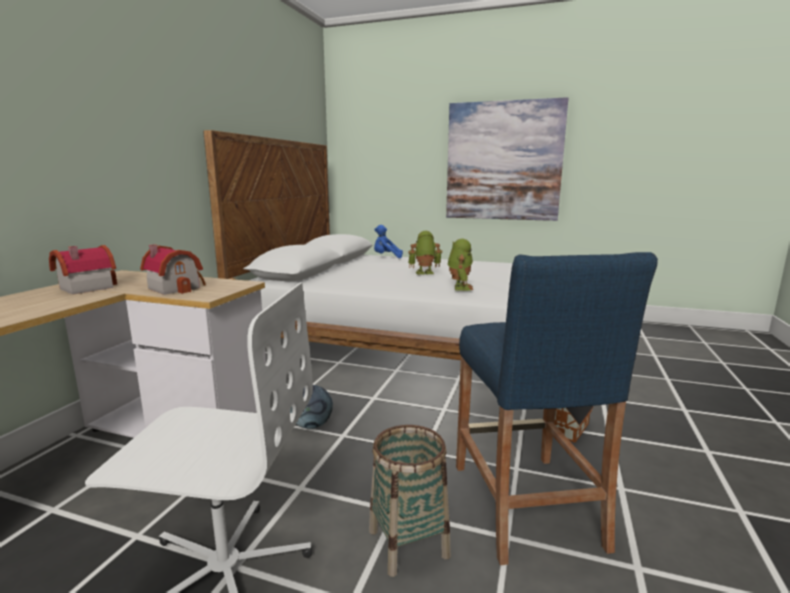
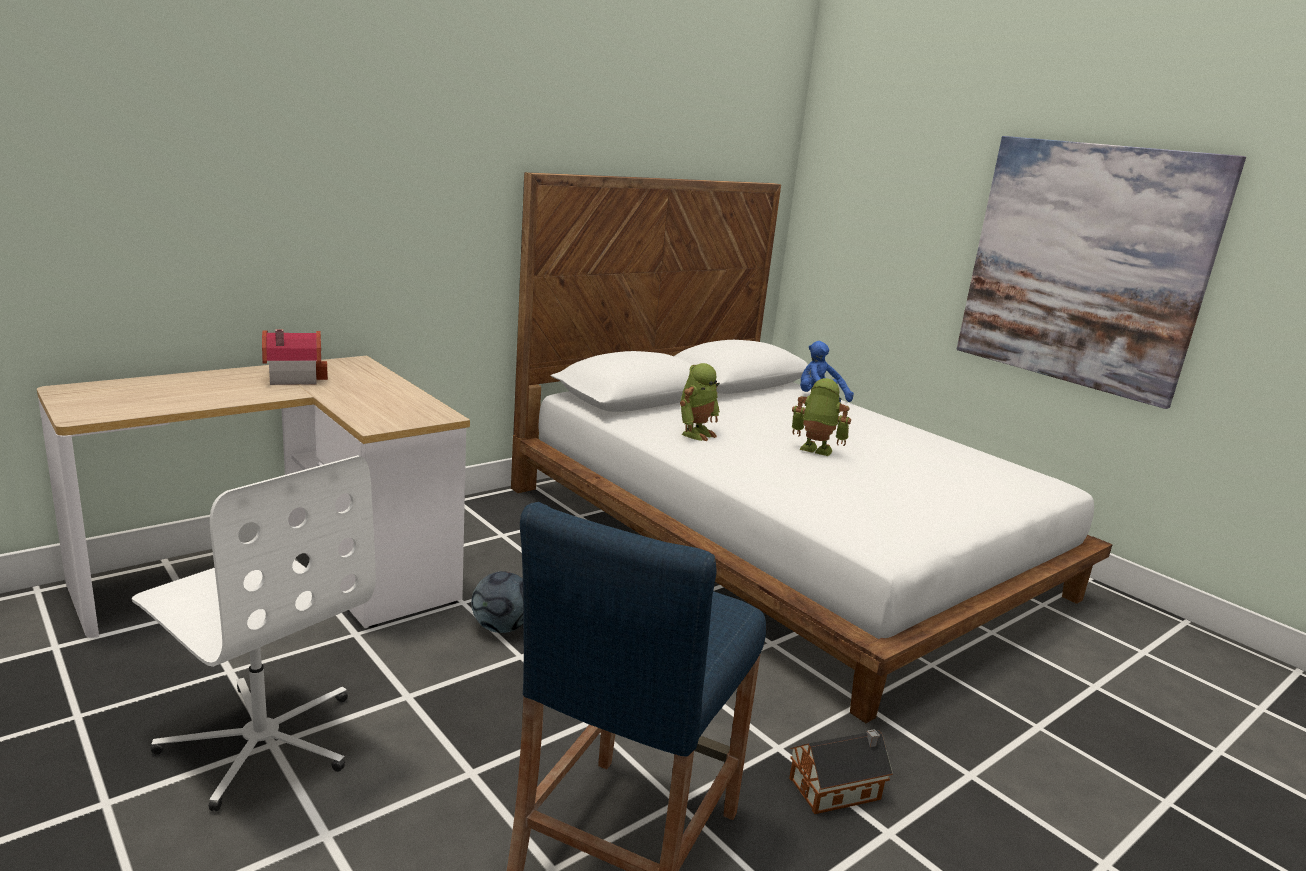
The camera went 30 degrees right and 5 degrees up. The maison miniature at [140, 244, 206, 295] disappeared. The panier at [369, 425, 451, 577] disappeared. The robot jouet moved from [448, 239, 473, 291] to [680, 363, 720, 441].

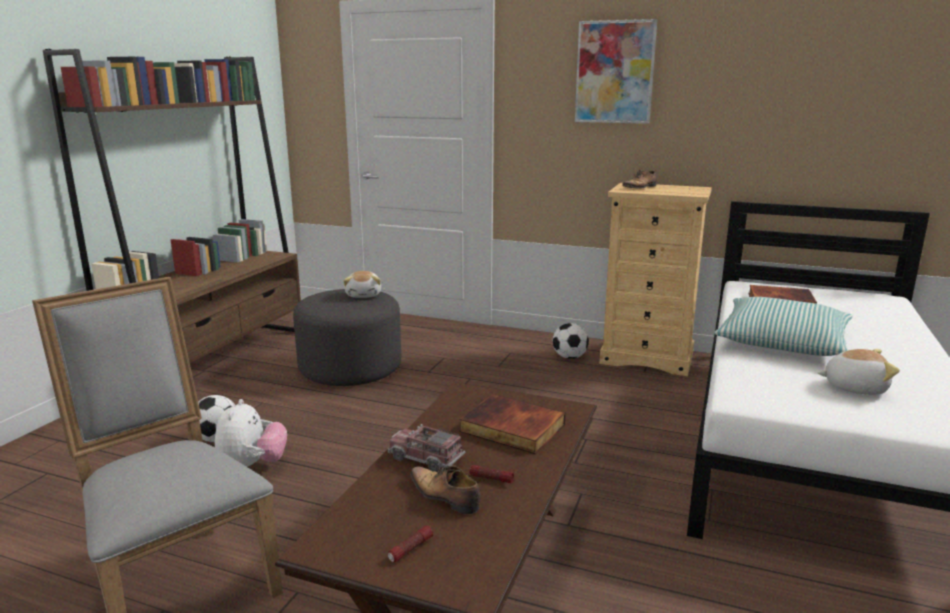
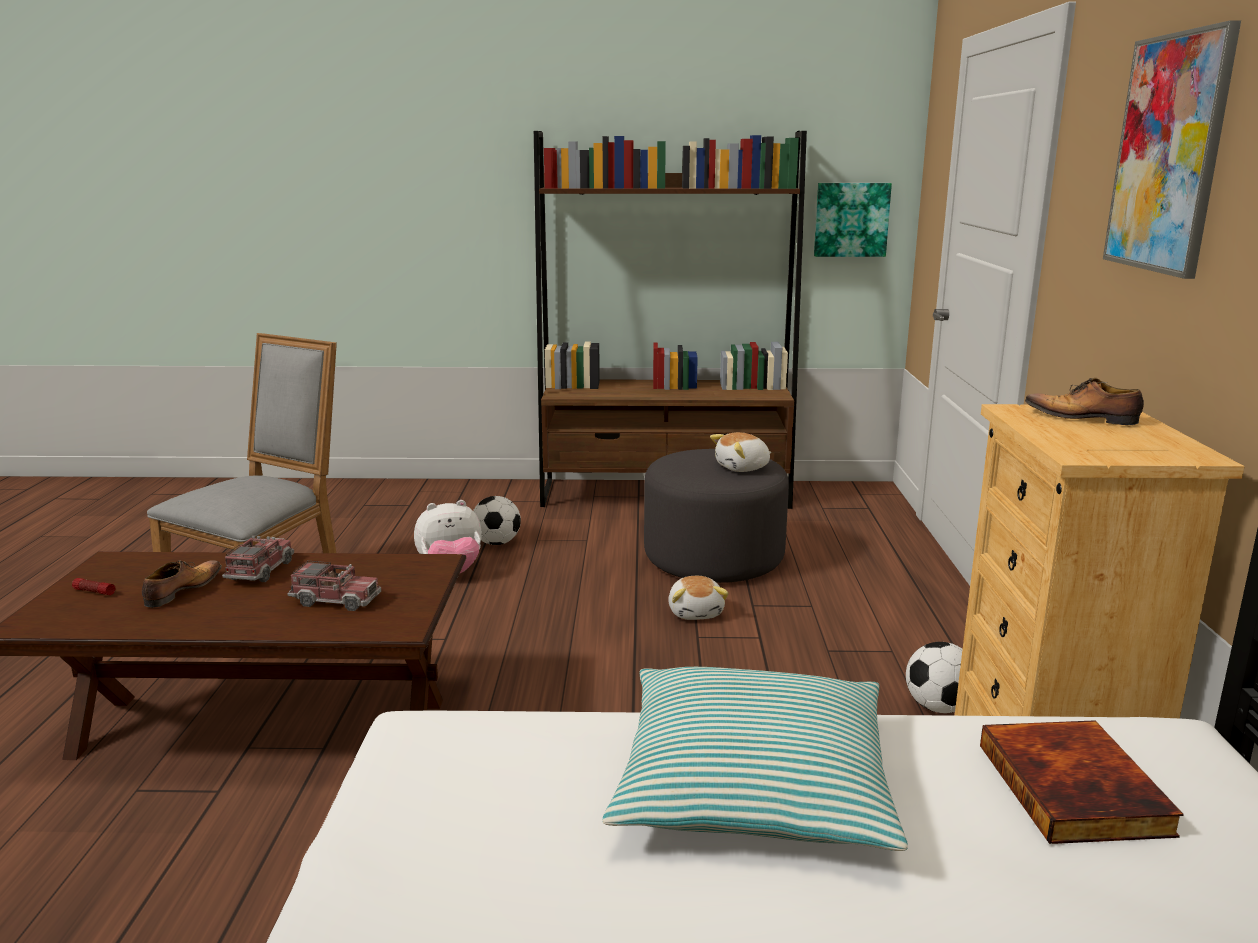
The camera went 70 degrees right and 0 degrees up. The lampe de poche at [469, 465, 514, 483] disappeared. The tableau at [814, 183, 892, 257] appeared. The peluche moved from [818, 349, 900, 395] to [668, 576, 729, 620]. The livre at [460, 394, 566, 454] was replaced by the camion jouet at [287, 561, 381, 611].

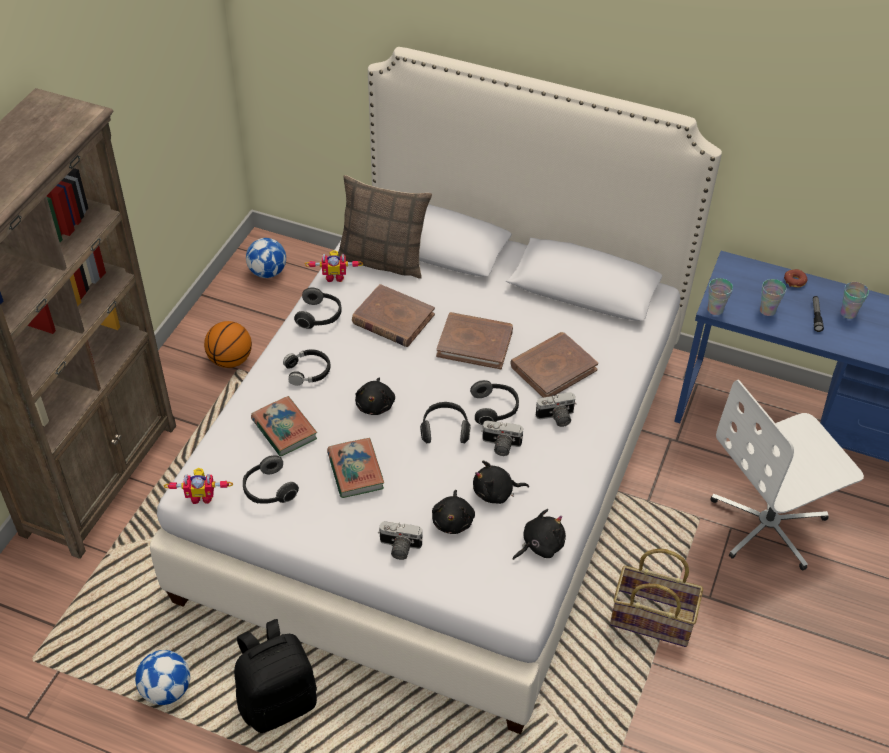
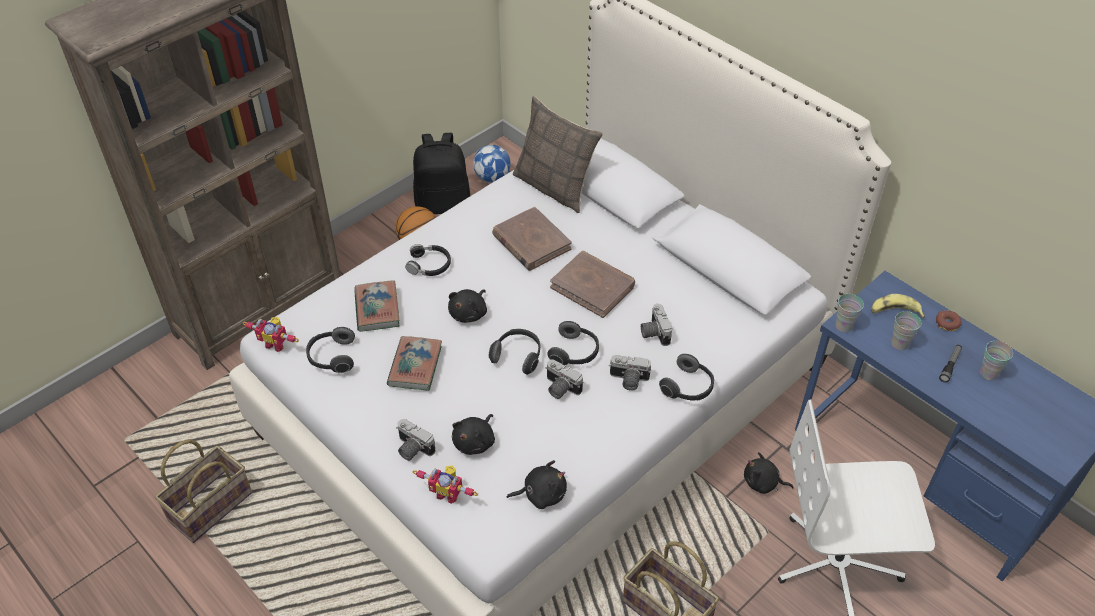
The camera went 25 degrees right and 0 degrees up. The banane at [871, 294, 925, 318] appeared. The sac à dos/noir moved from [234, 619, 317, 733] to [413, 133, 470, 214]. The casque audio moved from [294, 287, 342, 329] to [659, 354, 714, 401]. The robot jouet moved from [305, 250, 363, 282] to [413, 465, 478, 504]. The peluche/noir moved from [473, 460, 529, 504] to [744, 452, 794, 494]. The ballon de foot at [135, 650, 190, 705] was replaced by the panier at [155, 439, 252, 543]. The livre/marron at [510, 332, 598, 398] was replaced by the appareil photo at [641, 304, 672, 346].

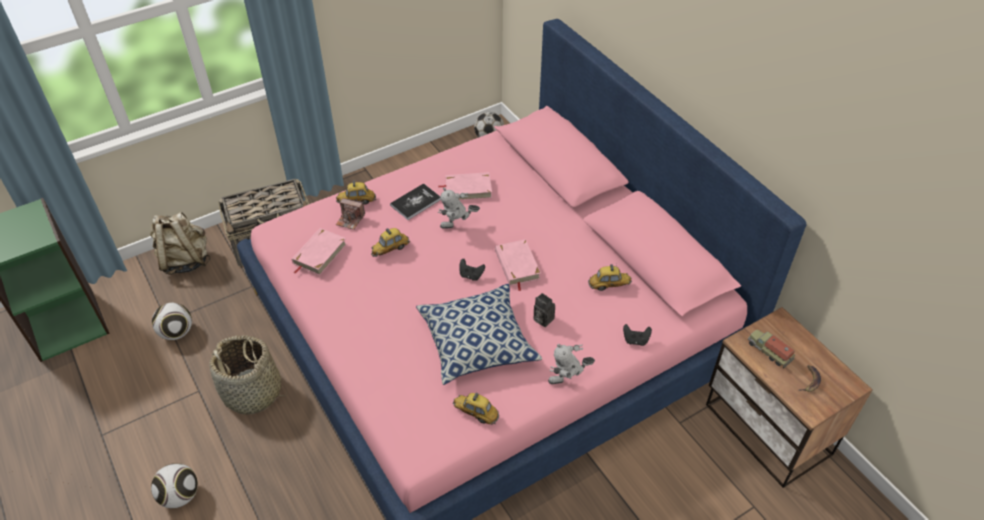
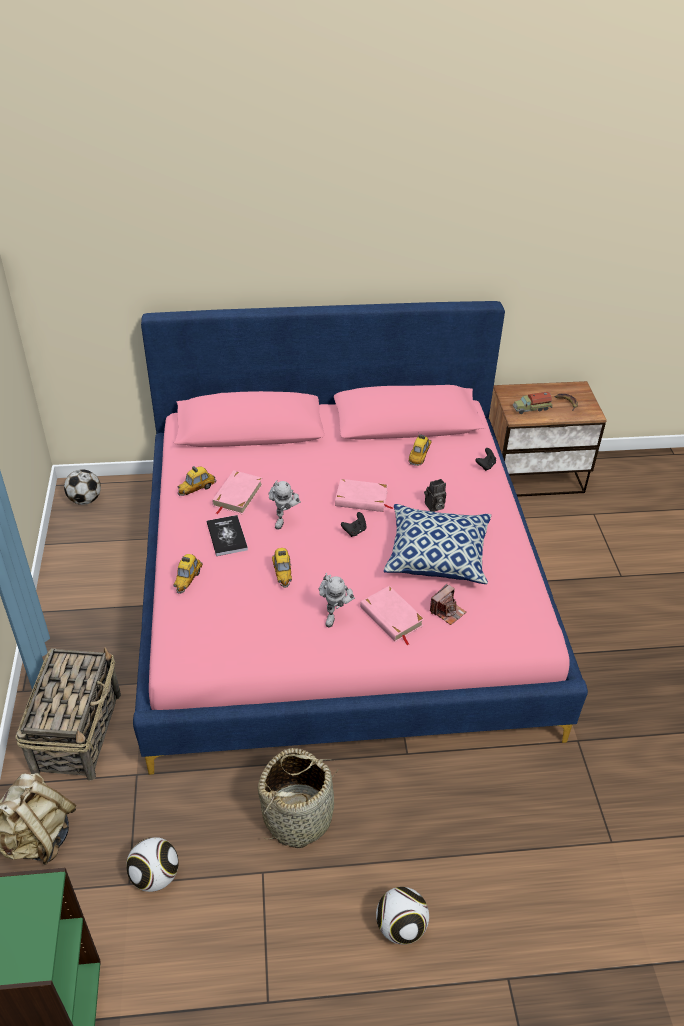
The camera went 65 degrees left and 5 degrees down. The livre/rose moved from [292, 228, 347, 276] to [360, 586, 424, 645]. The appareil photo moved from [336, 198, 365, 230] to [430, 584, 466, 625]. The petite voiture moved from [453, 393, 499, 425] to [177, 466, 217, 496]. The robot jouet moved from [548, 344, 595, 384] to [319, 573, 355, 627].

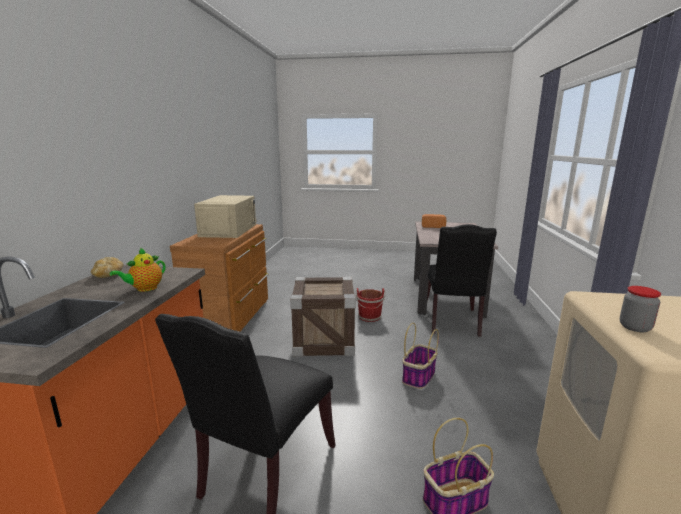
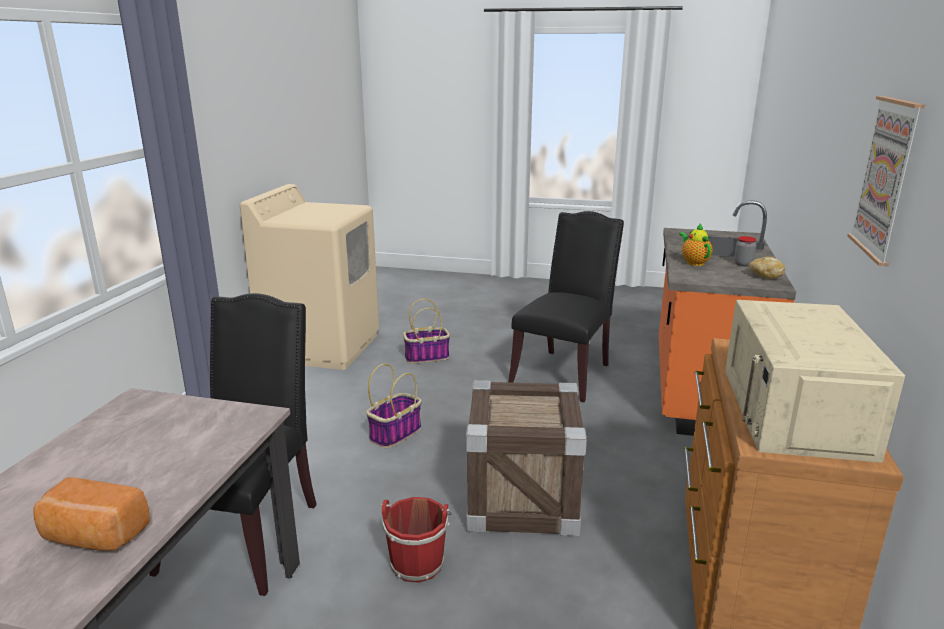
The camera went 175 degrees left and 5 degrees up. The tableau at [847, 96, 925, 266] appeared. The bocal moved from [620, 286, 661, 332] to [734, 236, 756, 266]. The théière at [110, 248, 166, 292] turned 60 degrees counterclockwise.

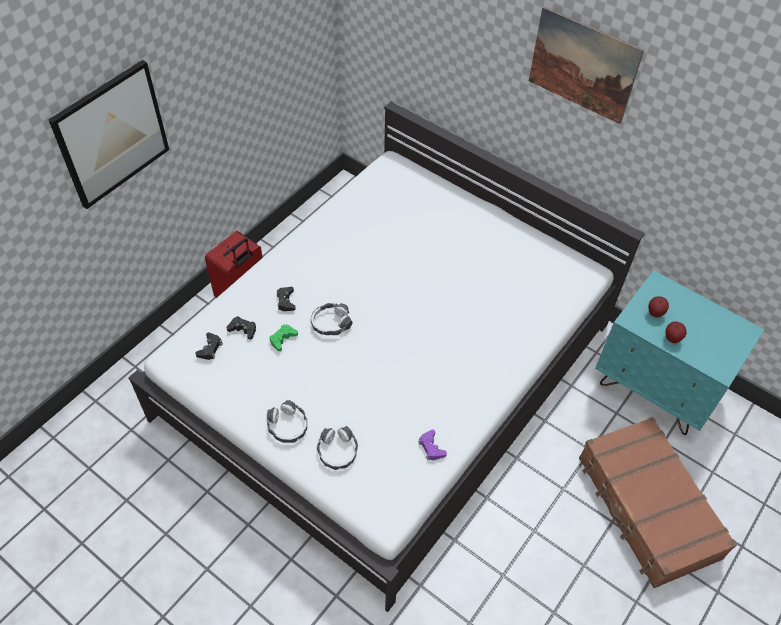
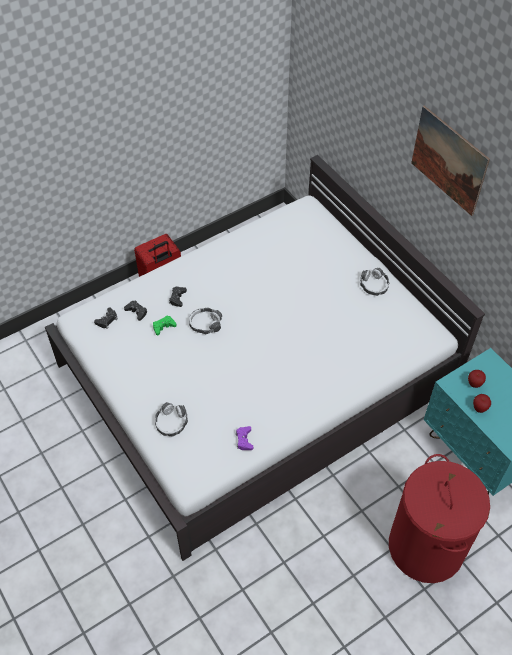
The camera went 20 degrees right and 0 degrees up. The tableau at [49, 60, 169, 209] disappeared. The casque audio moved from [267, 400, 307, 443] to [360, 268, 389, 296]. The valise/marron at [579, 417, 737, 588] was replaced by the panier à linge/rouge at [389, 454, 490, 583].

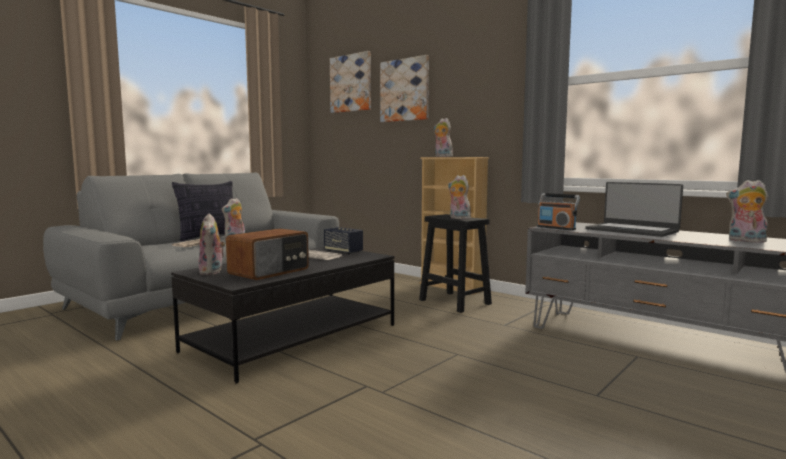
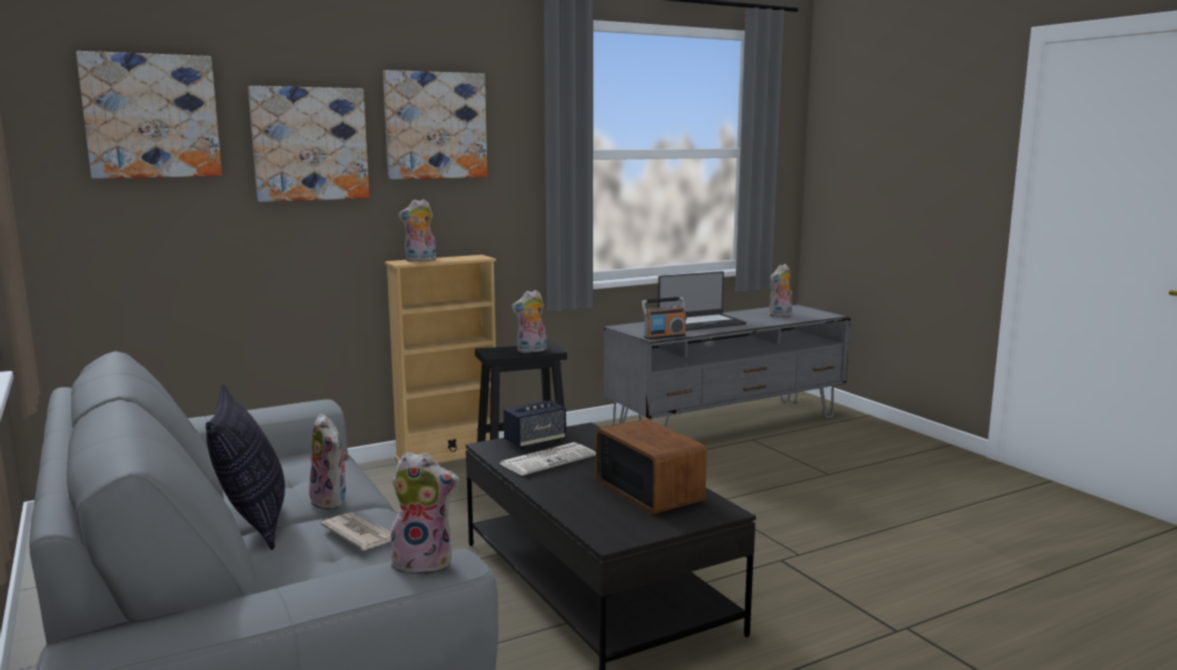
The camera went 70 degrees left and 5 degrees up. The tableau at [383, 70, 488, 179] appeared. The peluche moved from [199, 213, 226, 275] to [391, 452, 460, 575].

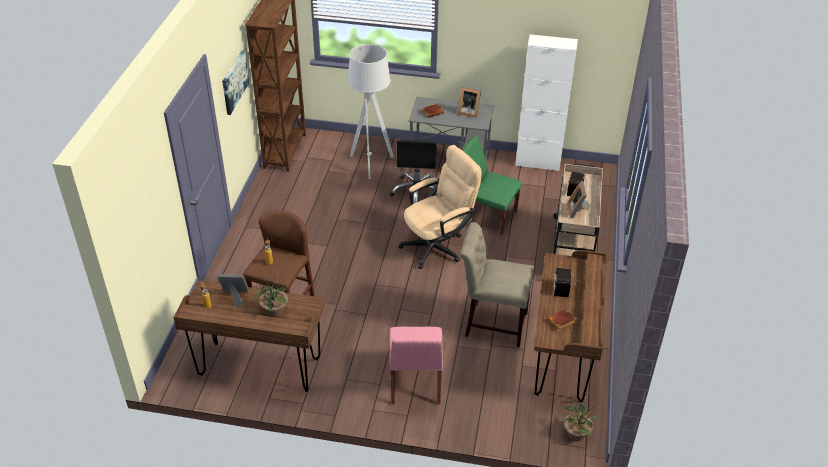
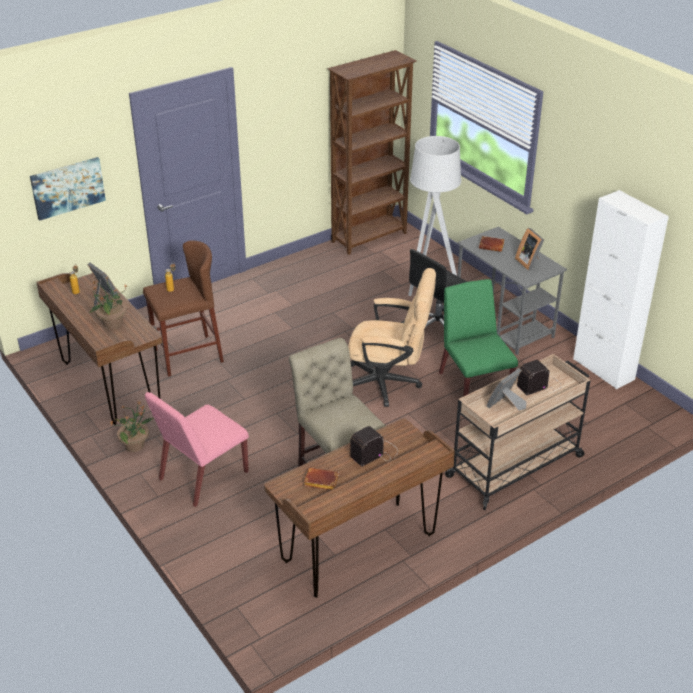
The camera went 45 degrees right and 5 degrees down. The tableau moved from [222, 50, 249, 115] to [30, 157, 106, 220]. The plante en pot moved from [564, 396, 598, 441] to [109, 401, 154, 452].

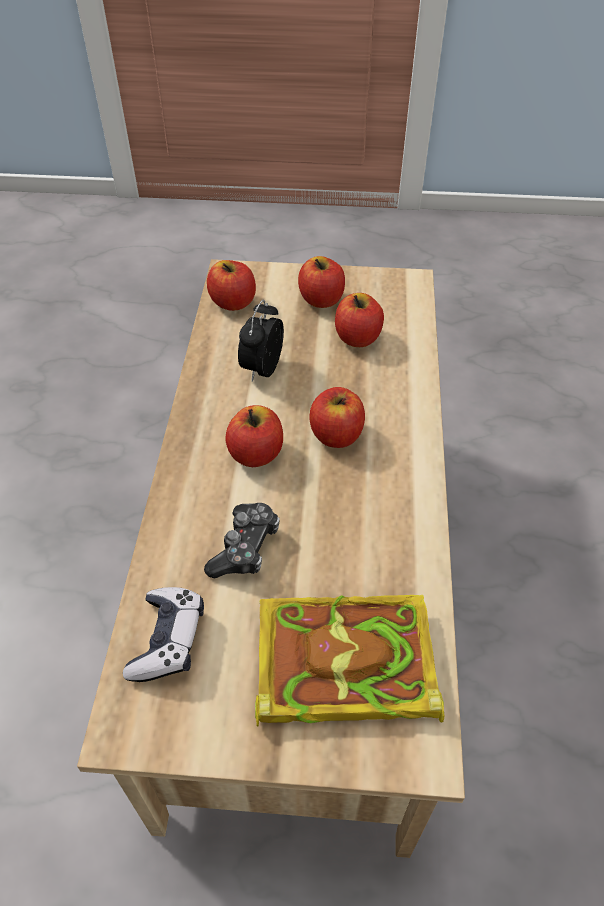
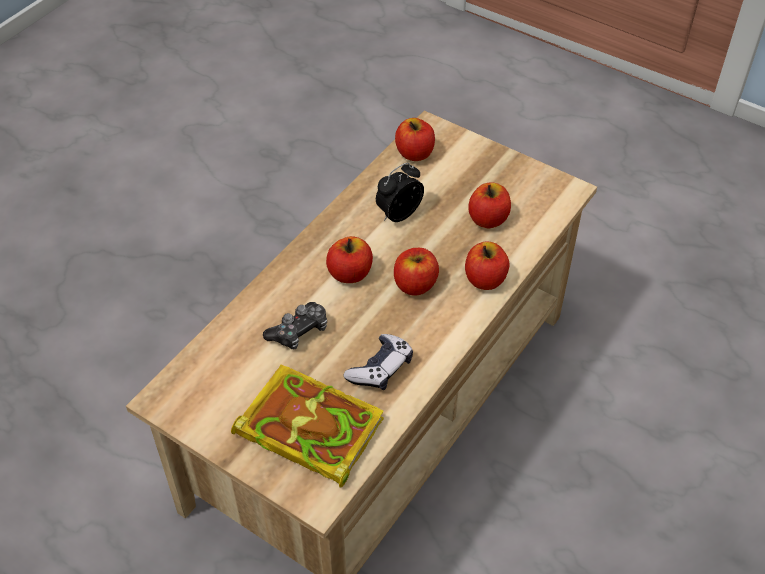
The camera went 30 degrees right and 0 degrees up. The manette moved from [123, 587, 204, 682] to [344, 334, 413, 390]. The pomme moved from [298, 256, 345, 308] to [465, 242, 509, 290].

